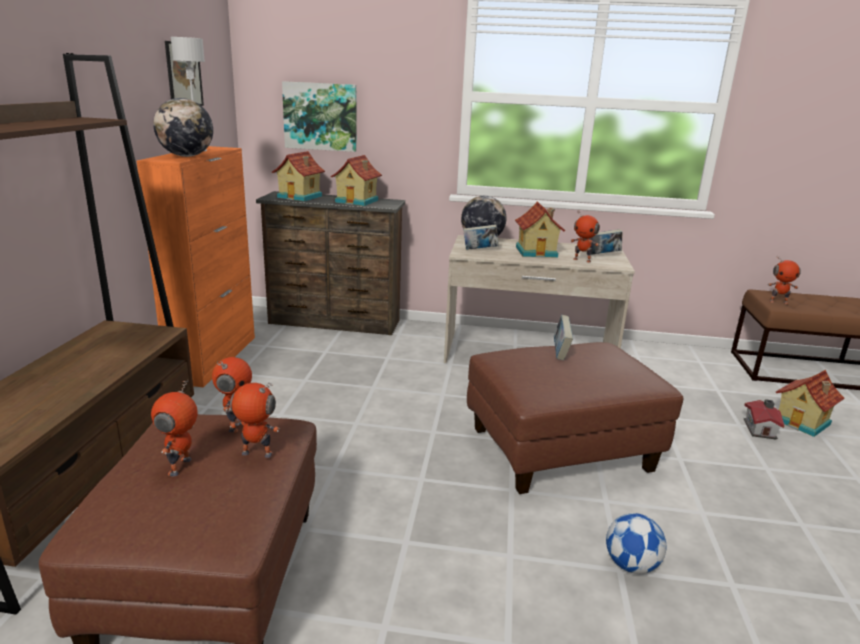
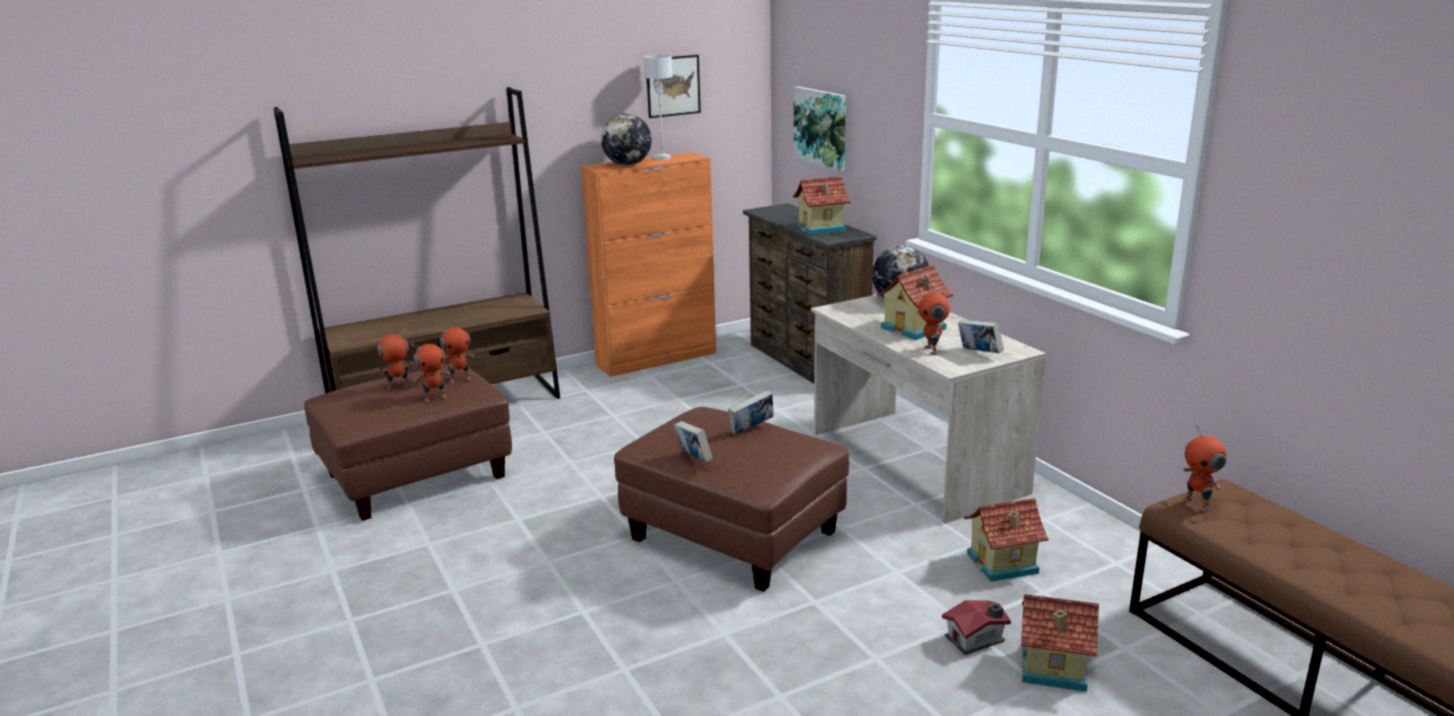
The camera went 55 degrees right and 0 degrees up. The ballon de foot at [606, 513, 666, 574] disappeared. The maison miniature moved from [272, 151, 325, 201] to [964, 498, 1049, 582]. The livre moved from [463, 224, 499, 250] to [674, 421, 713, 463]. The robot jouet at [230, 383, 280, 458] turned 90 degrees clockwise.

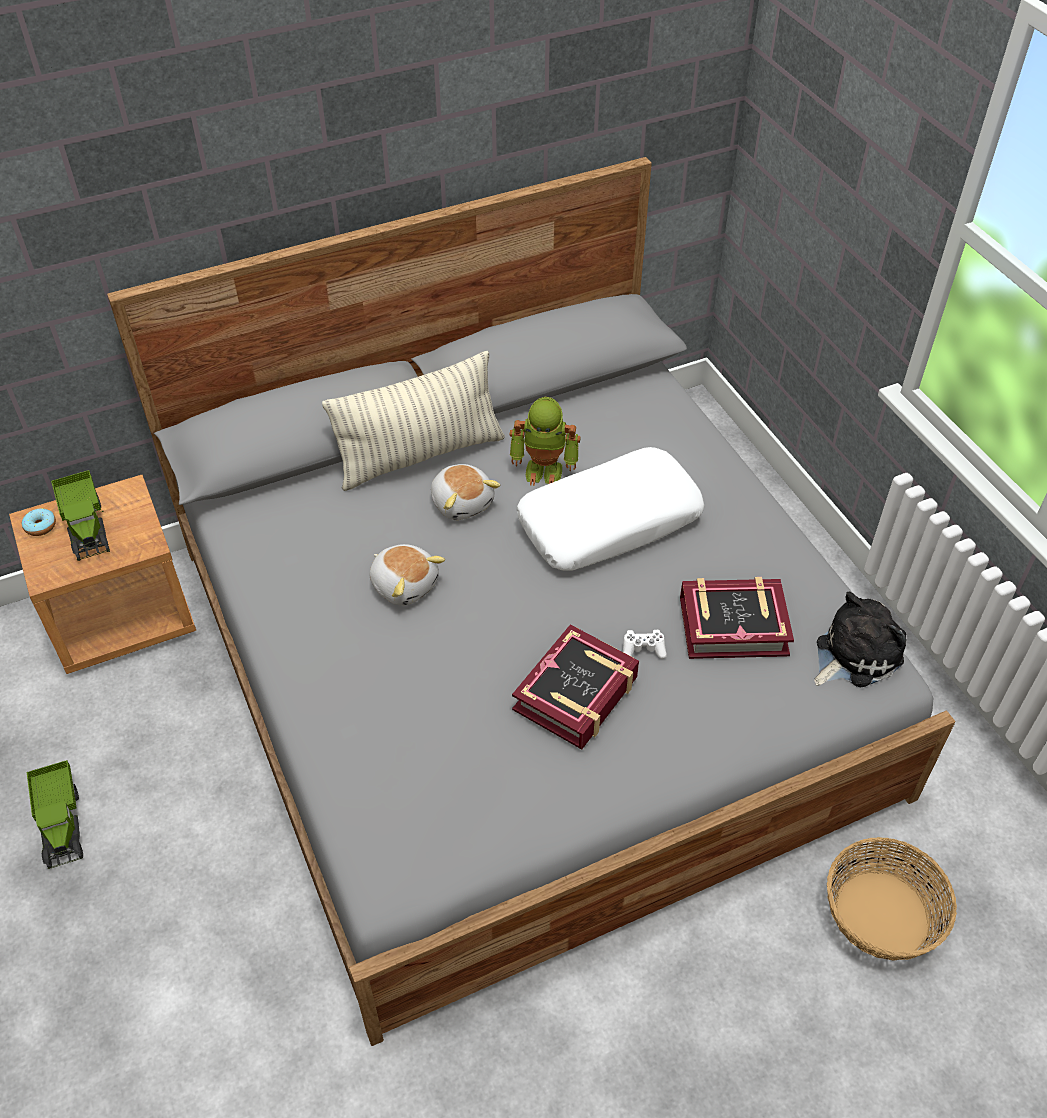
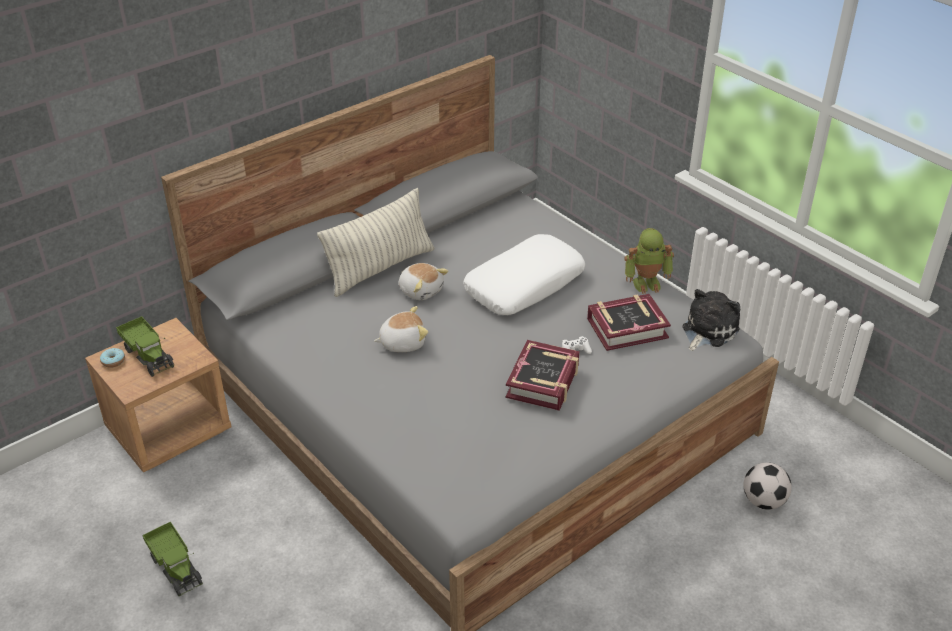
The camera went 15 degrees left and 10 degrees down. The robot jouet moved from [510, 397, 581, 486] to [624, 228, 674, 294]. The panier at [827, 837, 957, 960] was replaced by the ballon de foot at [743, 462, 792, 510]. The peluche at [370, 544, 445, 606] turned 45 degrees counterclockwise.

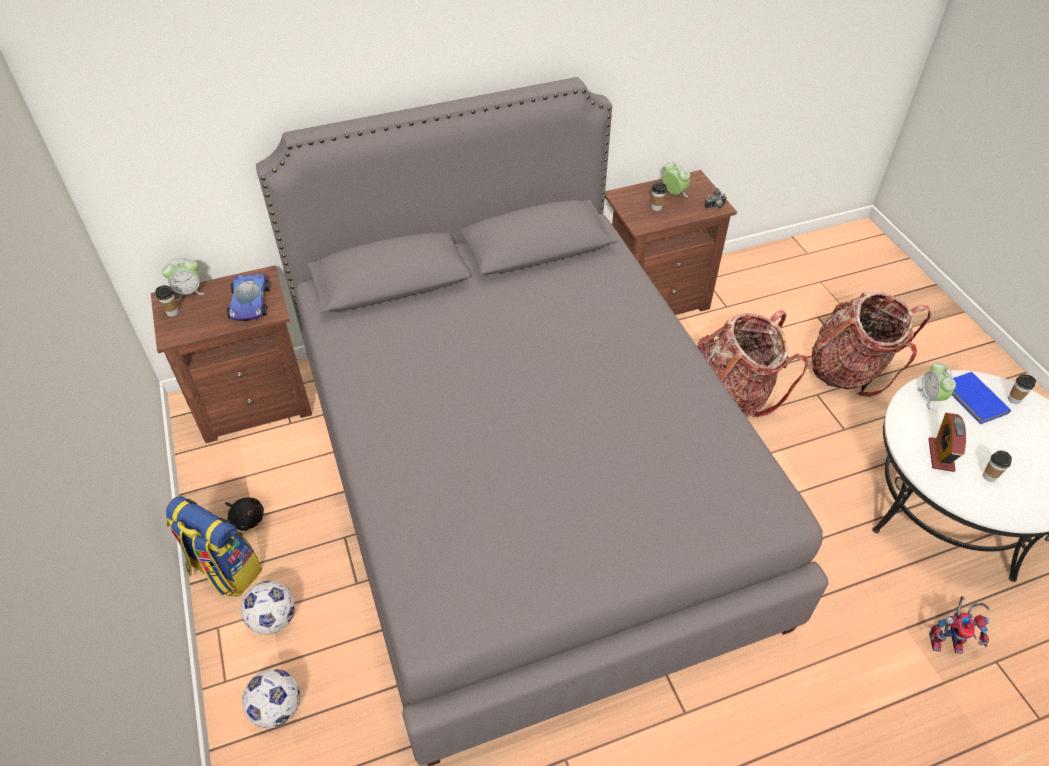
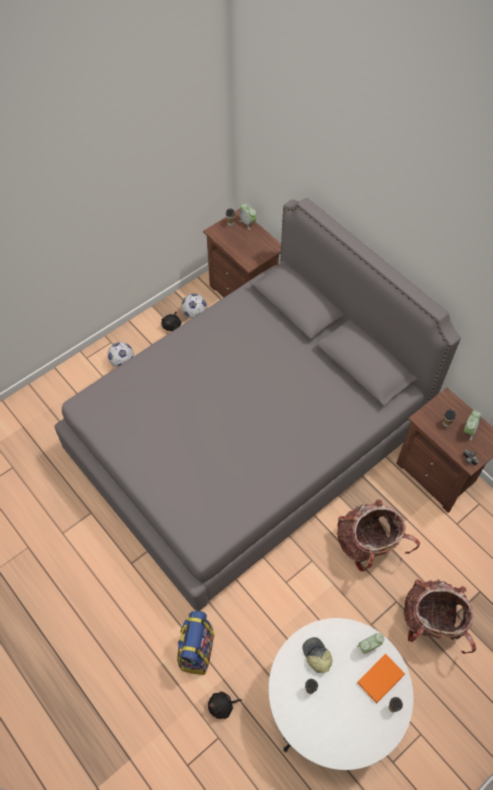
The camera went 70 degrees right and 10 degrees up. The petite voiture at [227, 273, 270, 321] disappeared. The sac à dos moved from [166, 496, 262, 597] to [177, 611, 214, 675]. The ballon de foot moved from [242, 669, 300, 728] to [182, 293, 207, 319]. The réveil at [929, 413, 966, 472] was replaced by the casquette at [302, 637, 332, 673]. The robot jouet at [929, 596, 990, 654] was replaced by the peluche/noir at [208, 692, 242, 719]. The livre/bleu at [952, 372, 1011, 424] became the livre/orange at [357, 654, 405, 703].

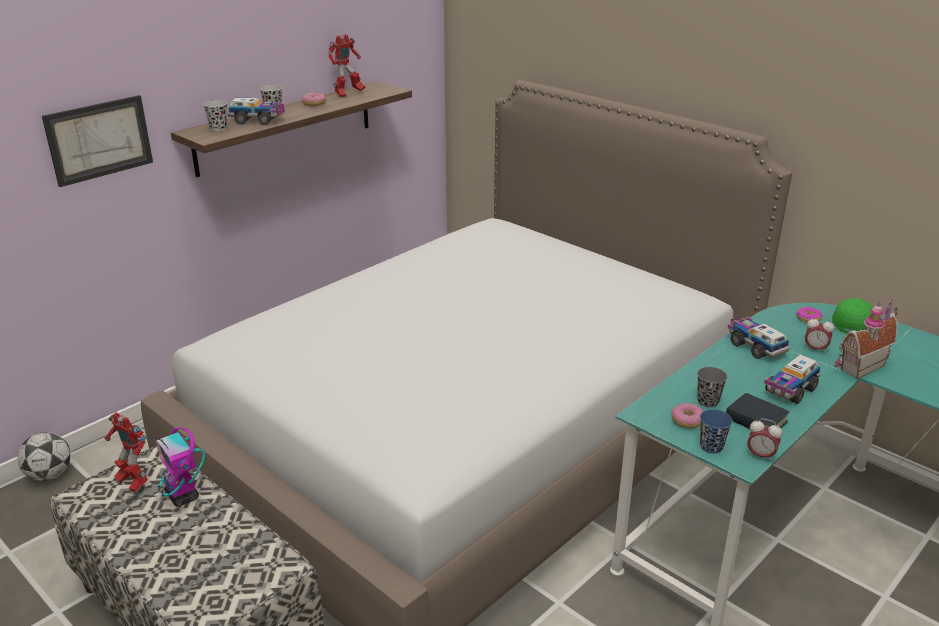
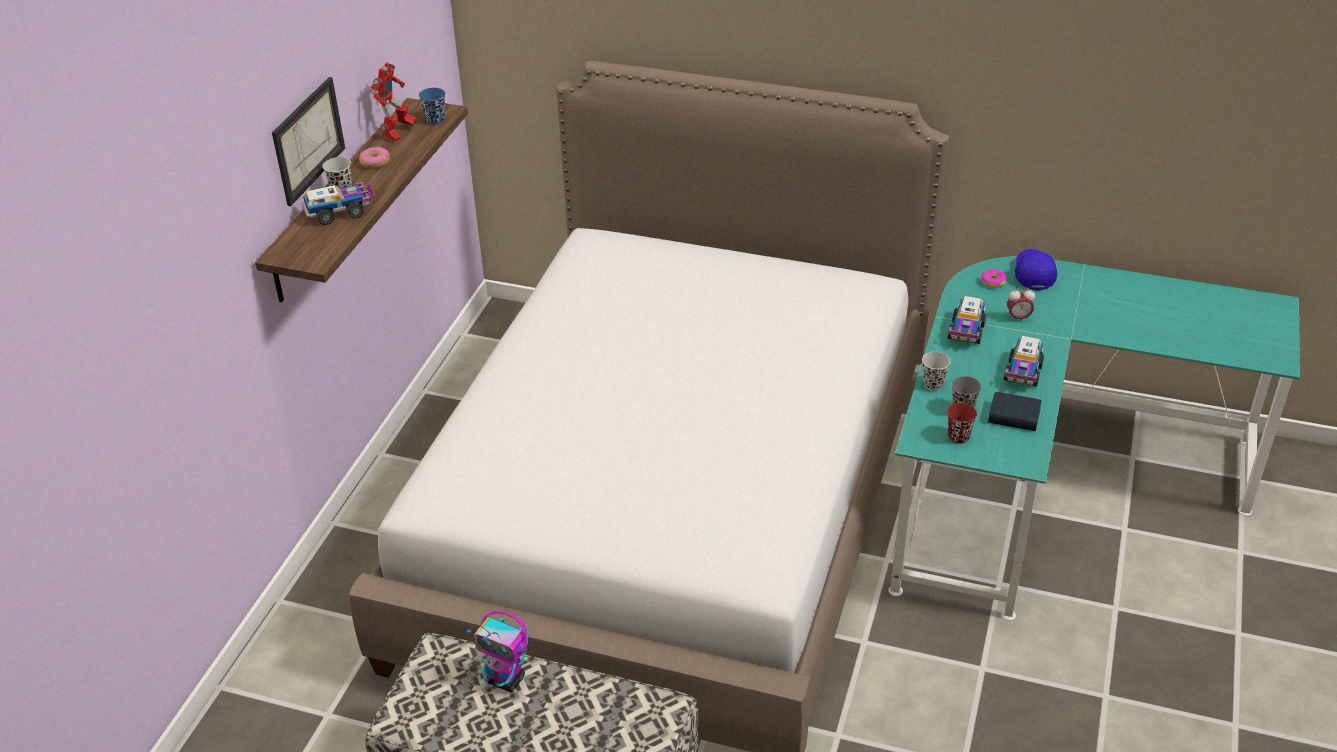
The camera went 25 degrees left and 10 degrees up. The ballon de foot at [17, 432, 71, 481] disappeared. The robot jouet at [105, 412, 148, 492] disappeared. The réveil at [747, 418, 782, 462] disappeared. The maison miniature at [835, 299, 898, 379] disappeared. The tableau moved from [42, 95, 153, 187] to [272, 77, 345, 206]. The tasse/noir moved from [203, 100, 227, 131] to [922, 352, 951, 391]. The tasse/bleu moved from [700, 409, 733, 453] to [419, 88, 445, 125]. The beignet at [671, 403, 704, 428] was replaced by the tasse/rouge at [947, 403, 977, 444]. The casquette/vert at [832, 298, 873, 334] became the casquette/bleu at [1015, 249, 1057, 291]. The camion jouet at [728, 316, 790, 359] turned 105 degrees counterclockwise.

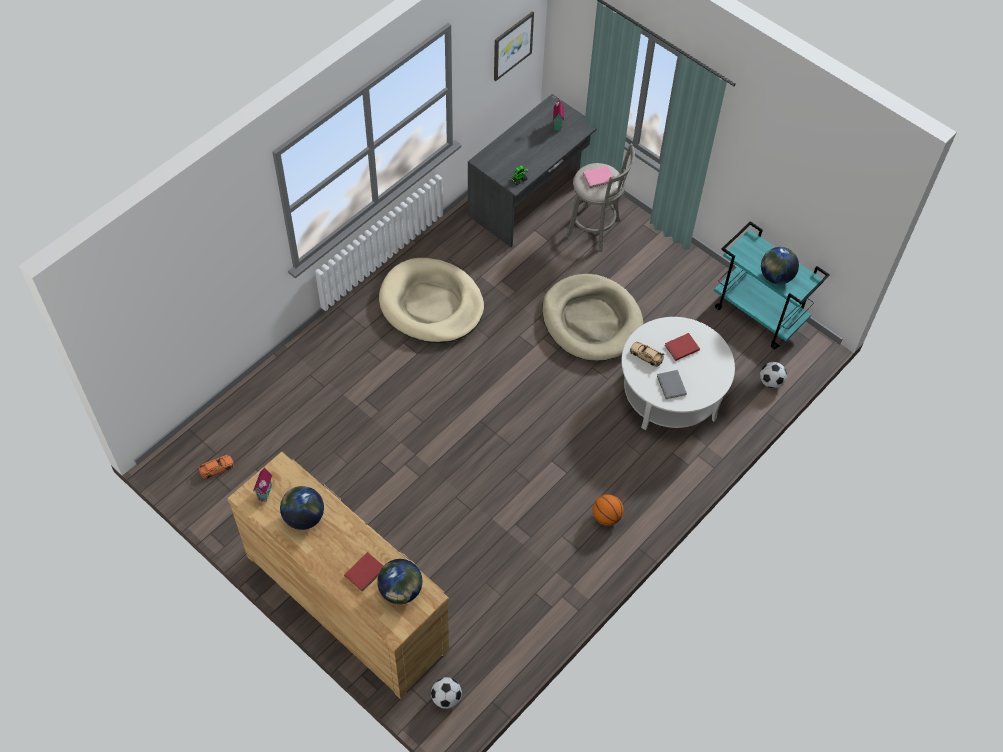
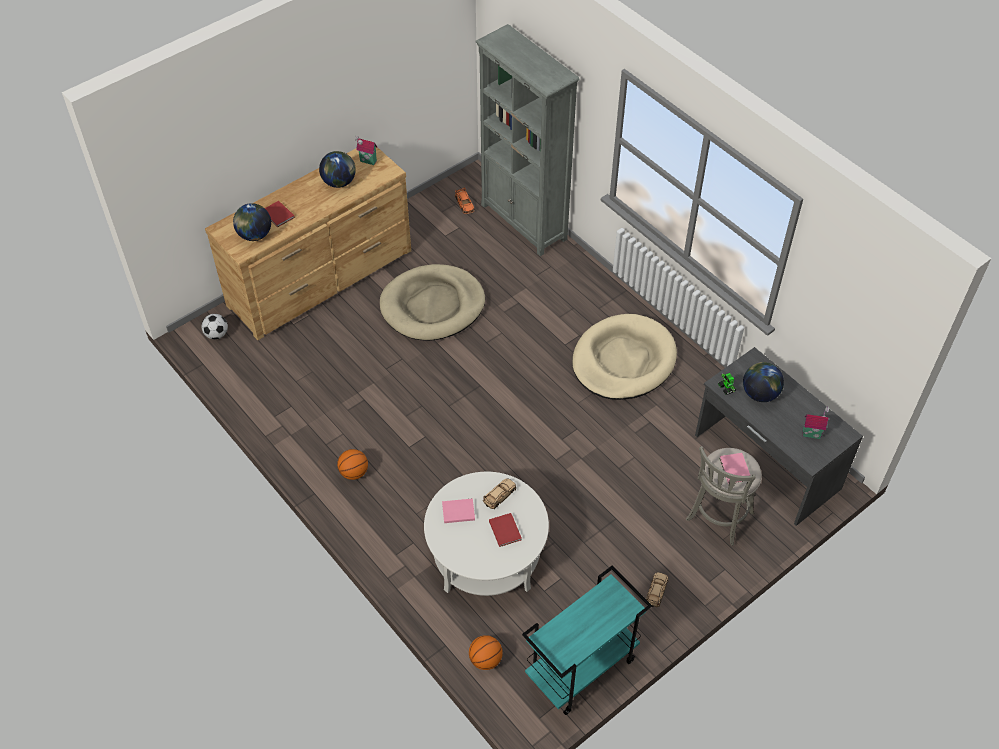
The camera went 100 degrees right and 5 degrees down. The tableau at [494, 11, 534, 81] disappeared. The bibliothèque/gris at [475, 24, 580, 256] appeared. The petite voiture/beige at [646, 572, 669, 607] appeared. The panier pour chien/beige moved from [542, 274, 644, 361] to [380, 264, 485, 341]. The globe moved from [761, 247, 799, 284] to [743, 362, 784, 402]. The ballon de foot at [760, 362, 787, 388] was replaced by the ballon de basket at [469, 635, 503, 670]. The livre/gris at [657, 370, 687, 399] became the livre/rose at [442, 498, 475, 523].

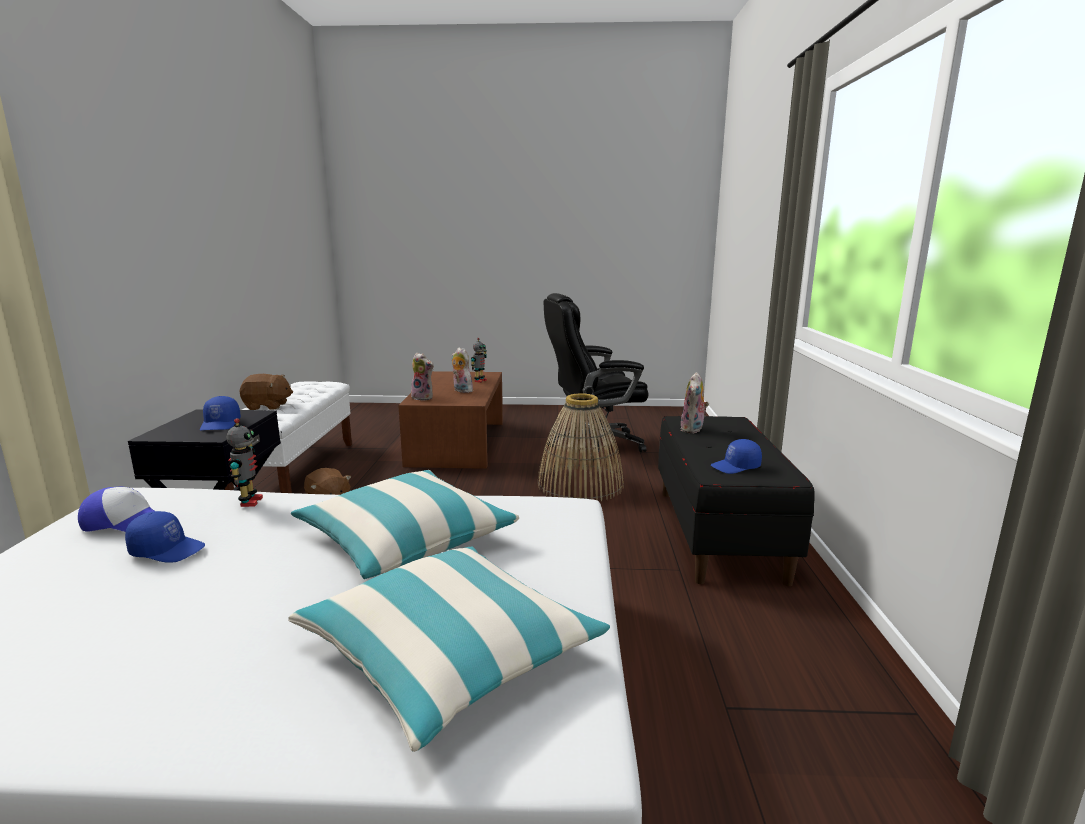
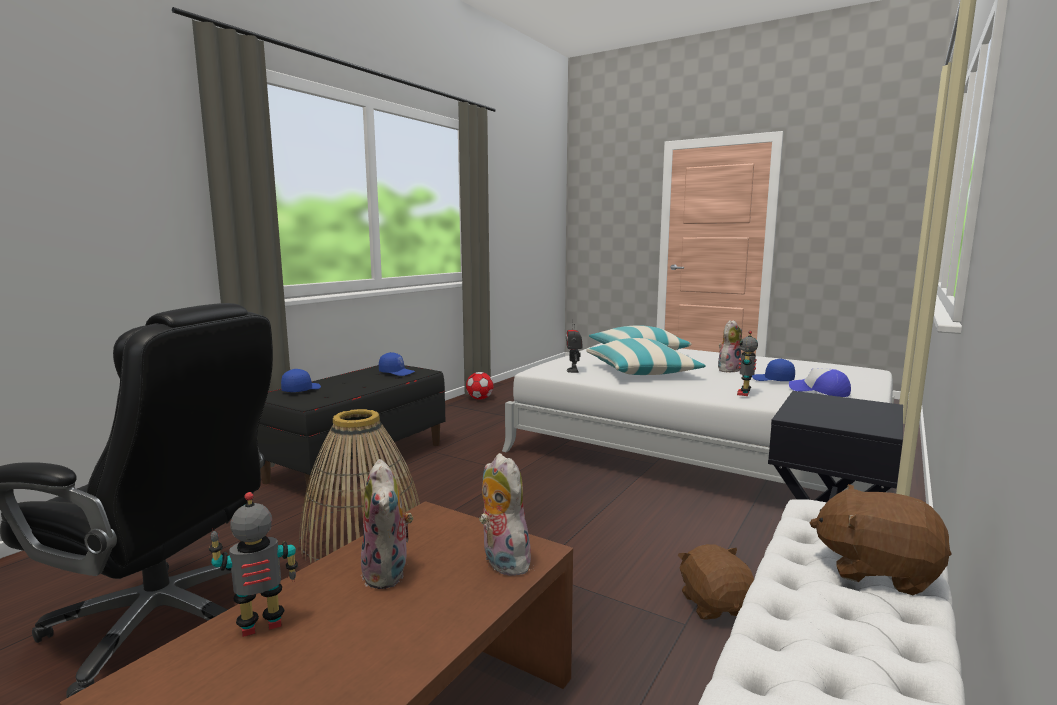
The camera went 150 degrees left and 5 degrees down. The ballon de foot at [466, 372, 494, 400] appeared. The robot jouet at [566, 319, 583, 373] appeared. The casquette/bleu moved from [200, 396, 241, 430] to [281, 369, 321, 392]. The peluche moved from [680, 372, 709, 433] to [718, 320, 742, 372].

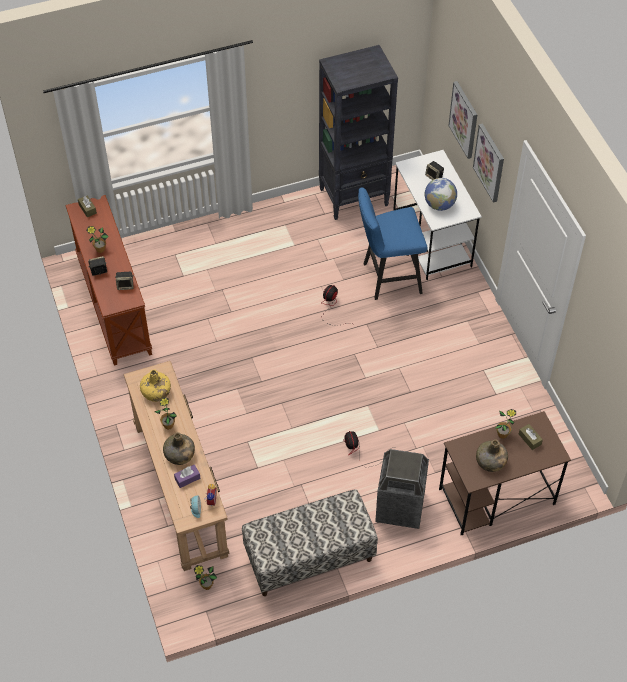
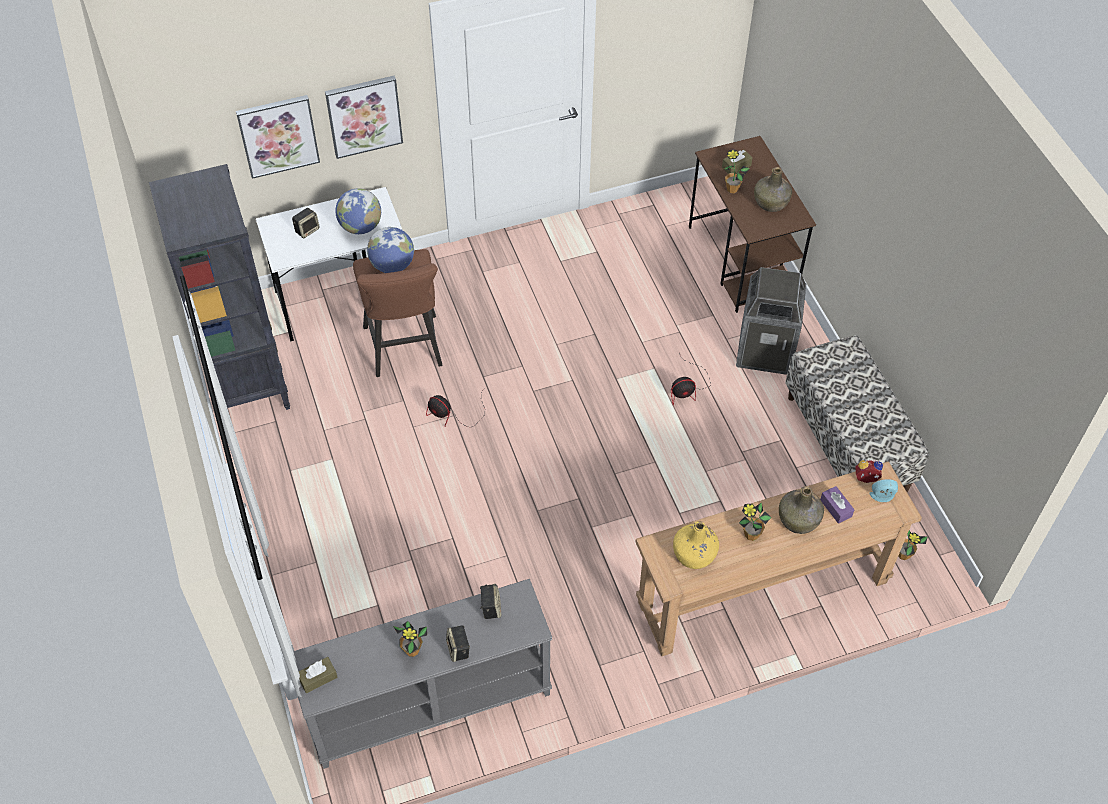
The camera went 90 degrees left and 0 degrees up. The globe at [367, 227, 414, 273] appeared. The table console/marron at [65, 195, 152, 365] became the table console/gris at [293, 579, 552, 769]. The tabouret/bleu at [358, 187, 427, 300] became the tabouret/marron at [353, 249, 442, 377].

